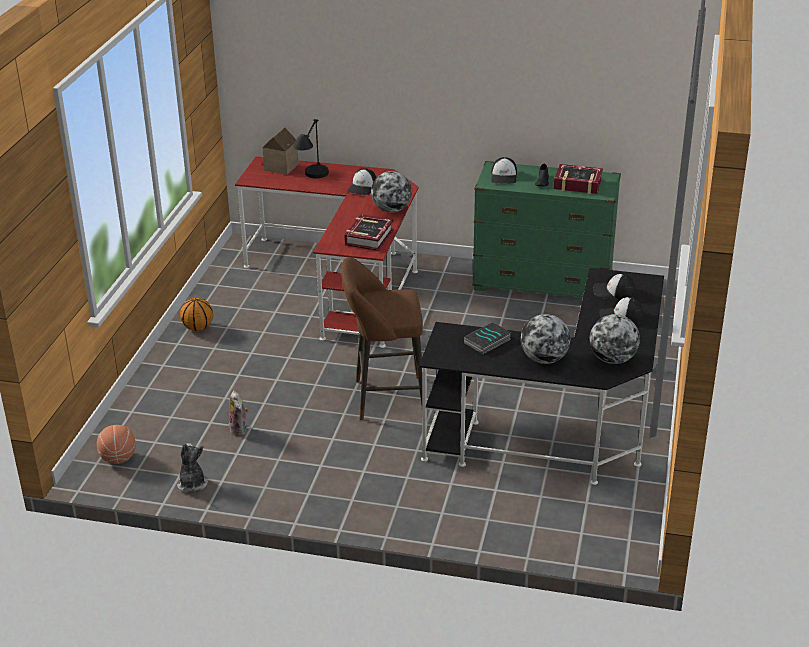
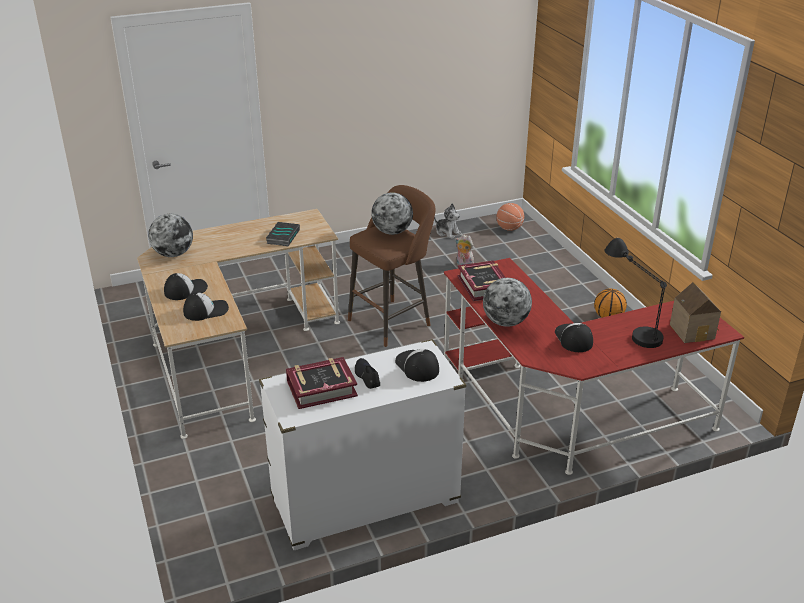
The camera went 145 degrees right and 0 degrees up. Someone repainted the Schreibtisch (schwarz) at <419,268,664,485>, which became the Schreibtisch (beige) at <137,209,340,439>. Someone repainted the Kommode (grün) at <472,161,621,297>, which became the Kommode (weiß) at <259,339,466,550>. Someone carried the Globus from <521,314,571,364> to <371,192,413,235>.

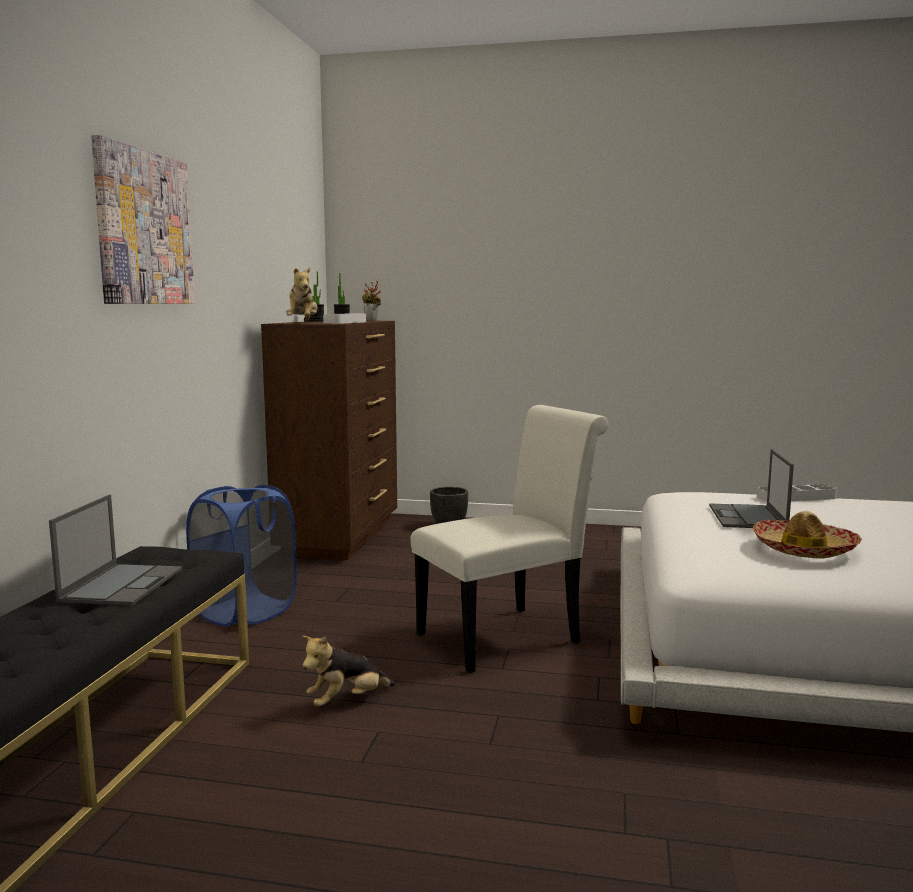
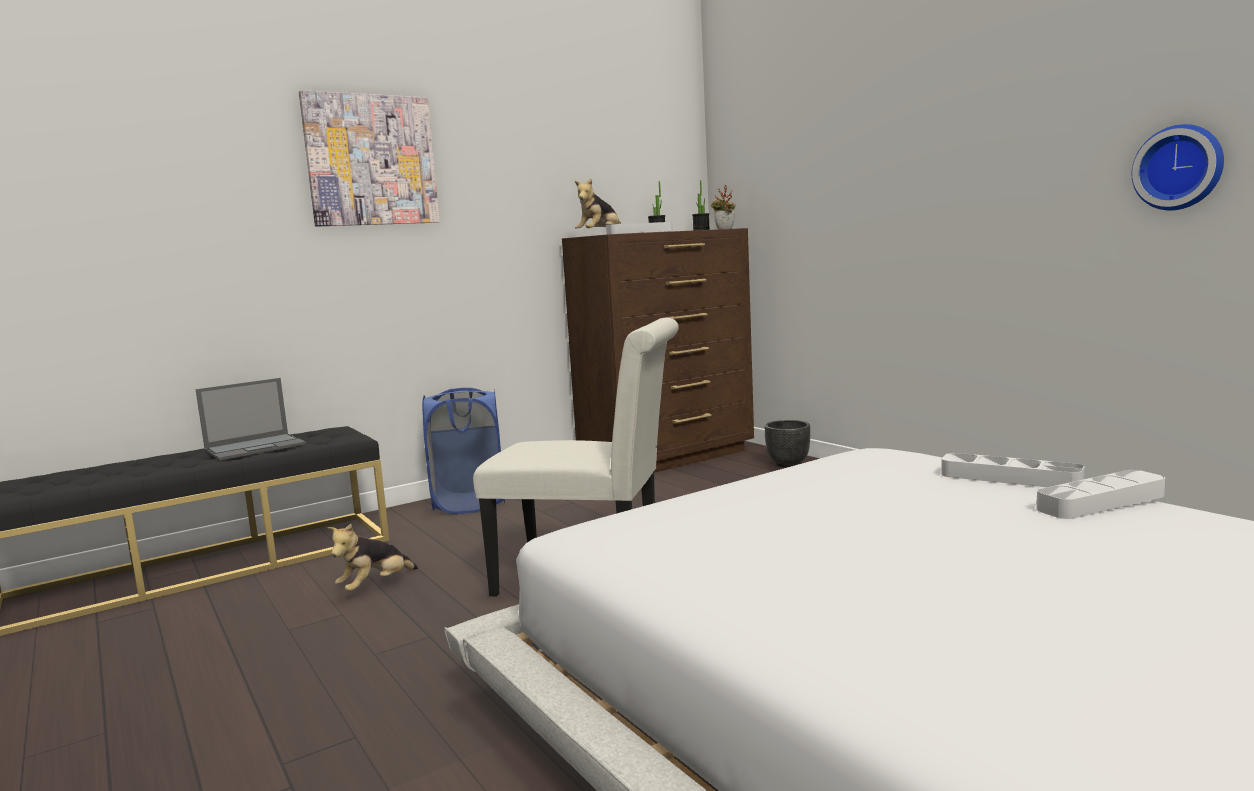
The camera went 45 degrees right and 0 degrees up. Someone rotated the Plüschtier at <302,636,395,707> by 60 degrees counterclockwise. Someone put down the Tablett (grau) at <1037,470,1165,519>. Someone put up the Wanduhr at <1132,124,1224,210>. Someone took away the Laptop at <709,449,794,528>. Someone took away the Hut at <753,511,862,559>.

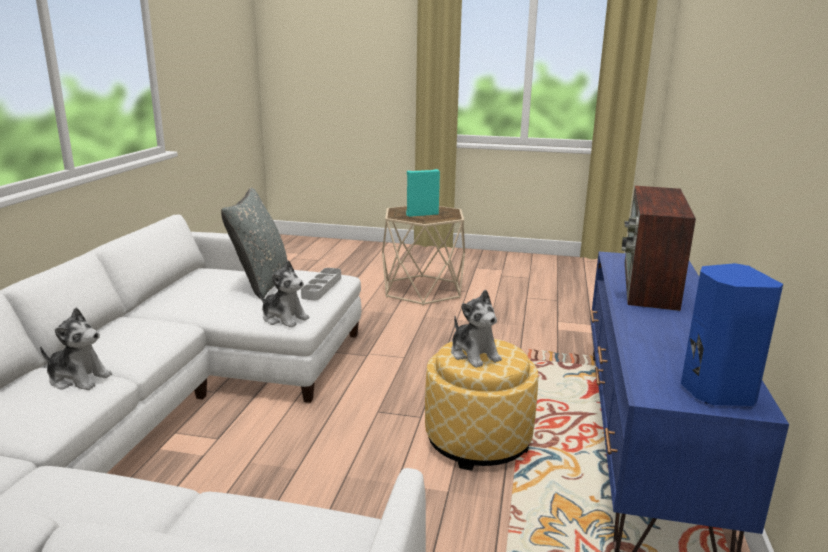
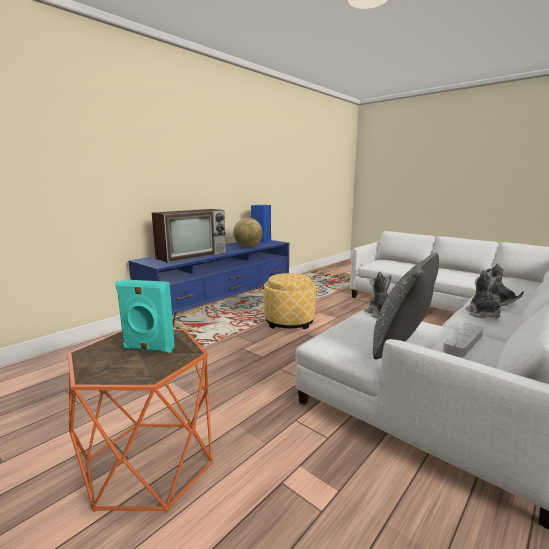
The camera went 150 degrees left and 5 degrees down. Someone repainted the Beistelltisch (beige) at <382,206,465,306>, which became the Beistelltisch (orange) at <67,329,213,512>. Someone put down the Globus at <233,218,263,247>. Someone carried the Tablett (grau) from <301,268,341,300> to <443,323,483,357>. Someone carried the Plüschtier from <451,290,502,368> to <465,270,501,318>.

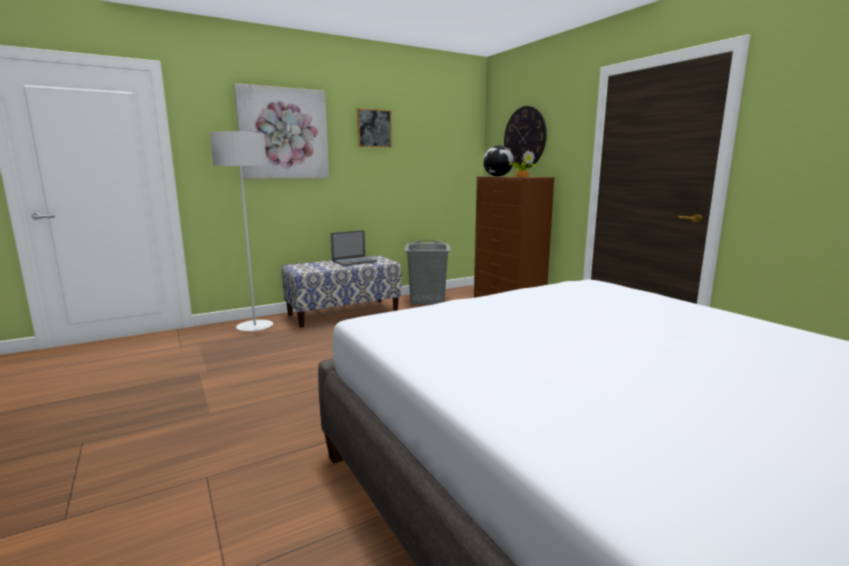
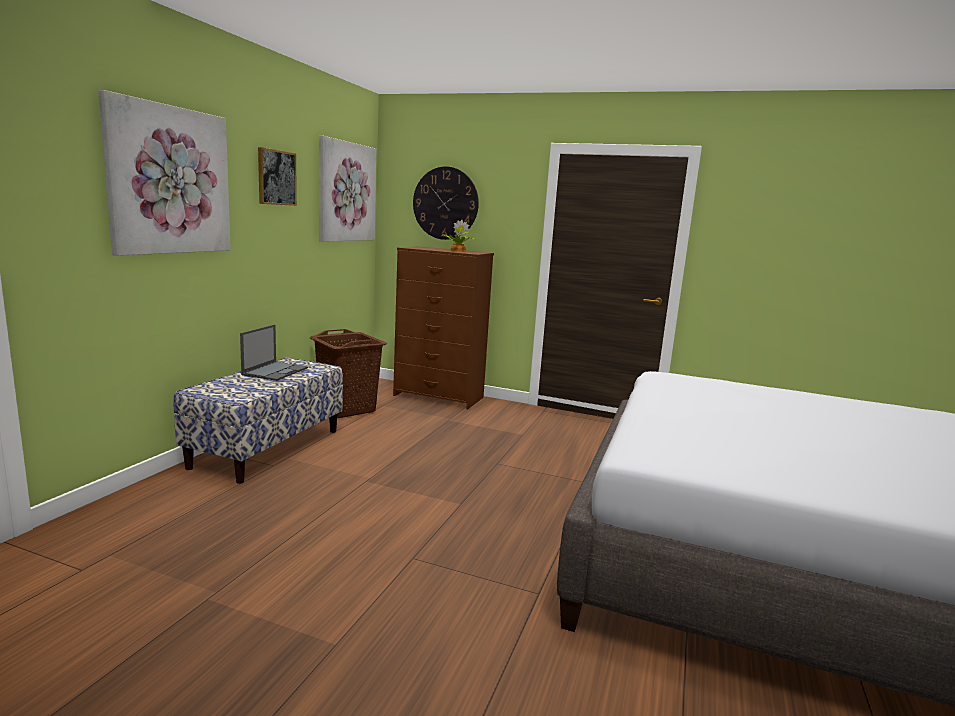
The camera went 40 degrees left and 0 degrees up. Someone repainted the Wäschekorb (grau) at <404,240,451,304>, which became the Wäschekorb (braun) at <310,329,387,418>. Someone put up the Bild at <319,136,376,242>. Someone took away the Stehlampe (grau) at <210,131,273,332>. Someone took away the Globus at <483,145,514,176>.

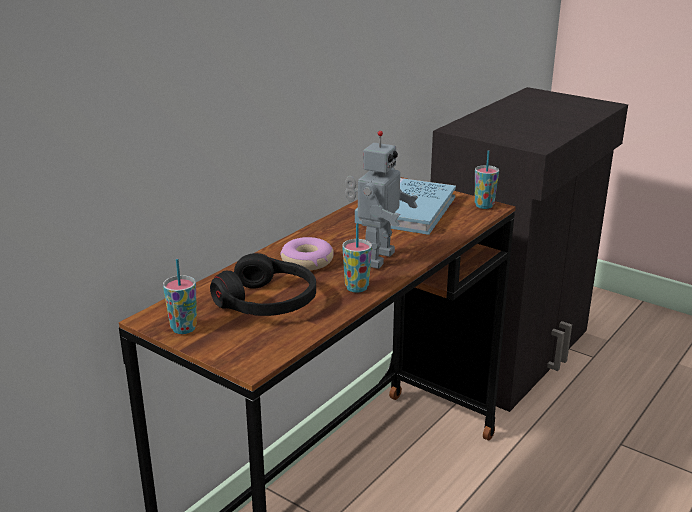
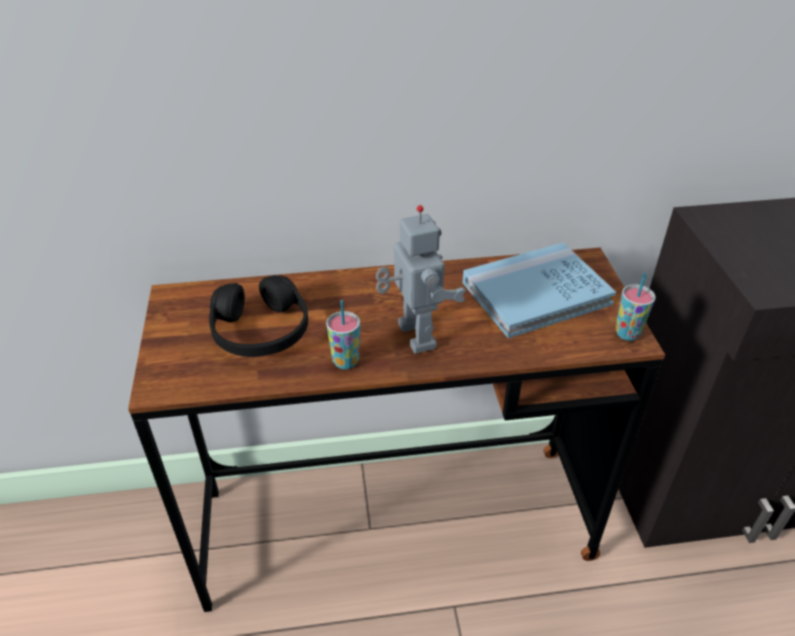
The camera went 45 degrees right and 15 degrees up. Someone rotated the Spielzeugroboter at <345,131,418,269> by 90 degrees counterclockwise. Someone took away the Tasse at <163,259,197,334>. Someone took away the Donut at <280,237,334,270>.

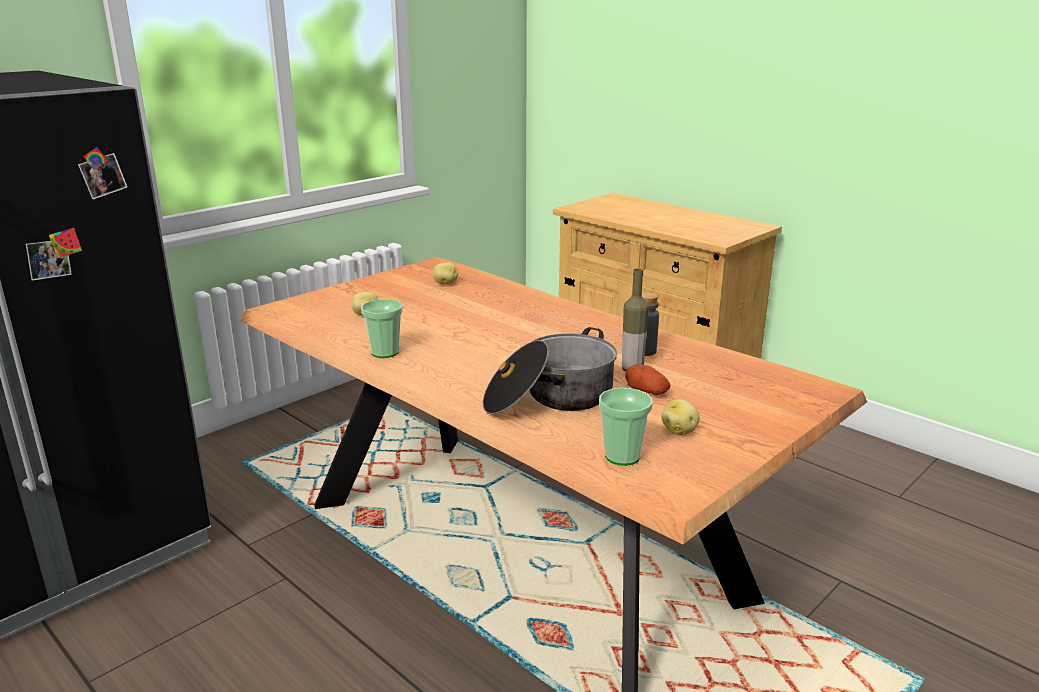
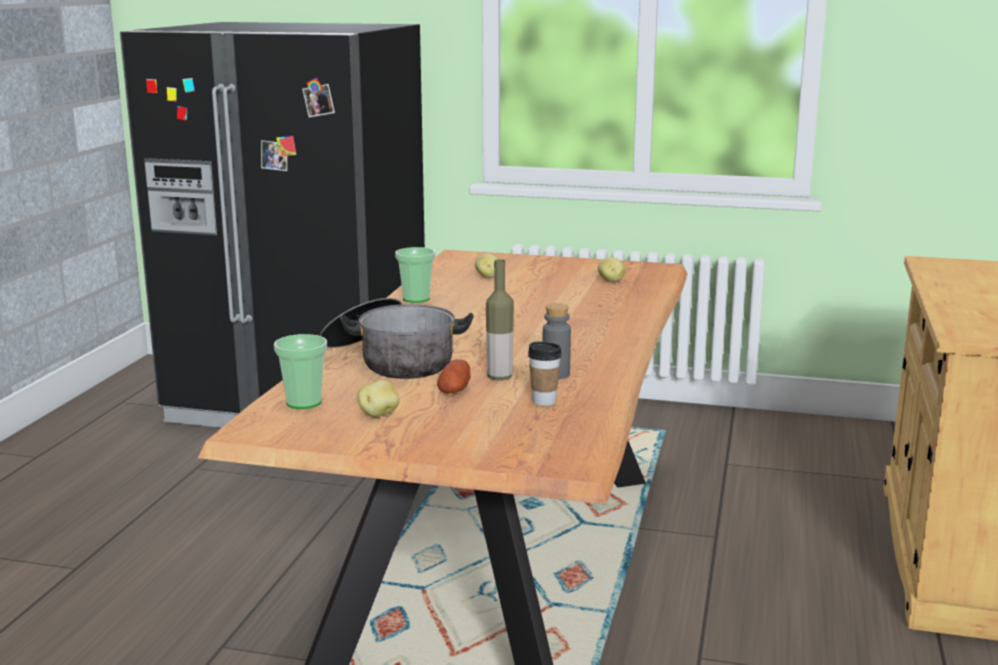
The camera went 60 degrees right and 5 degrees down. Someone put down the Tasse at <528,341,562,406>.

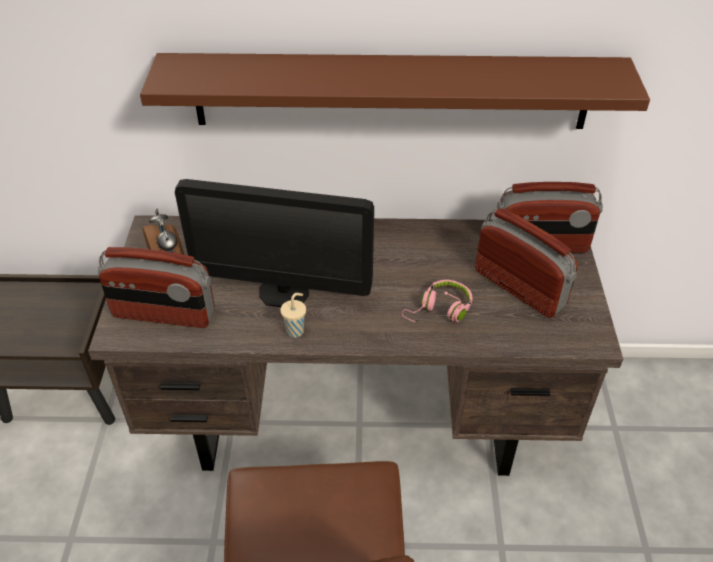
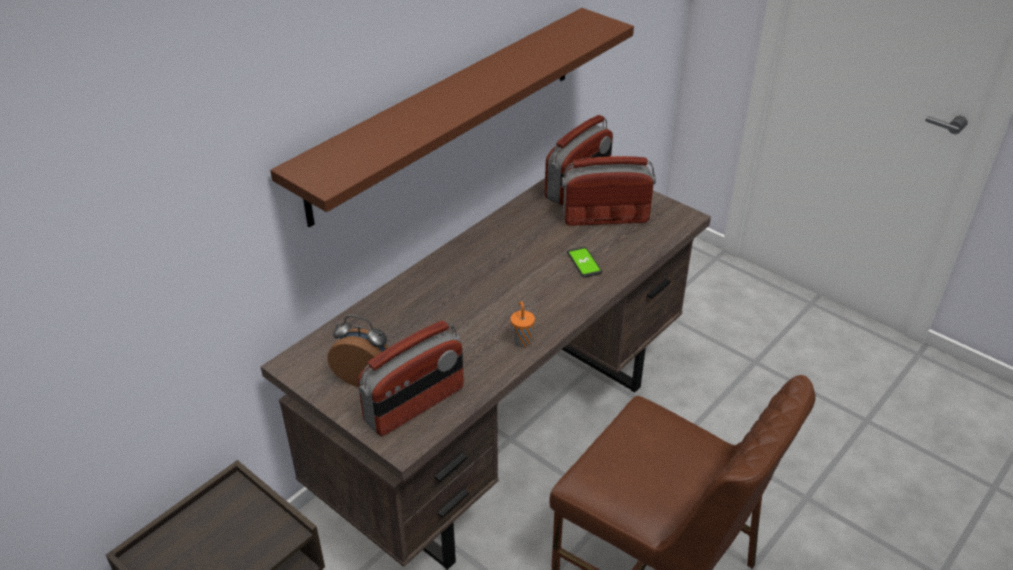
The camera went 50 degrees left and 5 degrees down. Someone repainted the Tasse (beige) at <280,293,306,338>, which became the Tasse (orange) at <510,301,535,347>. Someone swapped the Kopfhörer (rosa) at <402,280,472,322> for the Handy at <567,247,602,278>. Someone took away the Monitor at <175,179,374,307>.

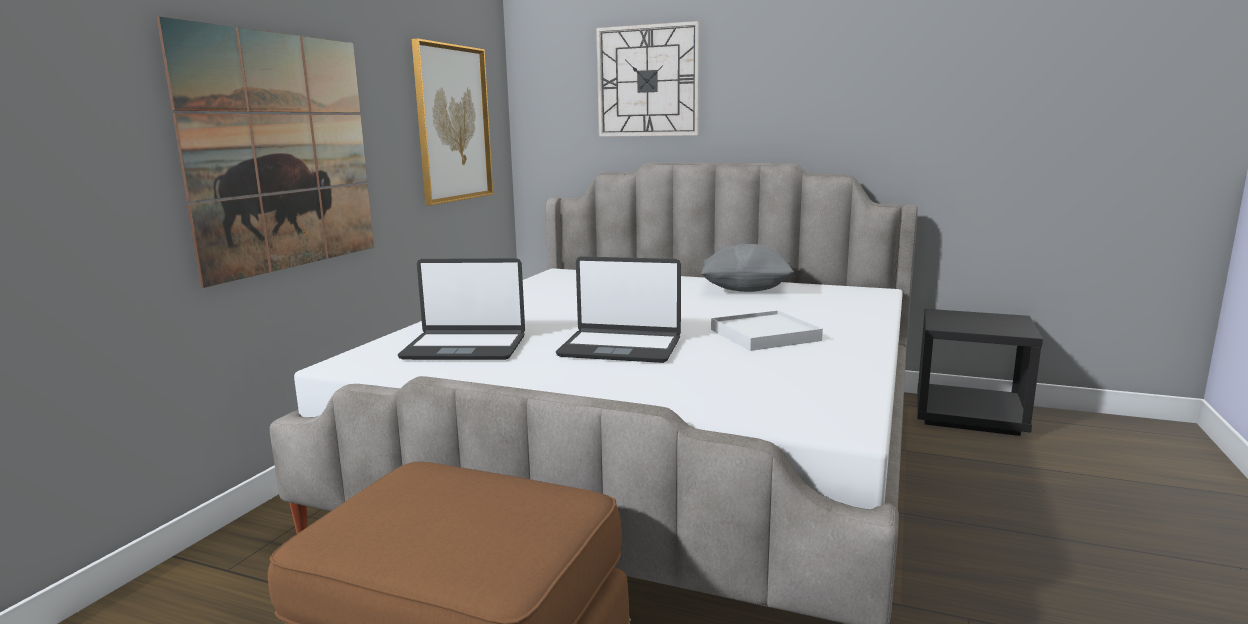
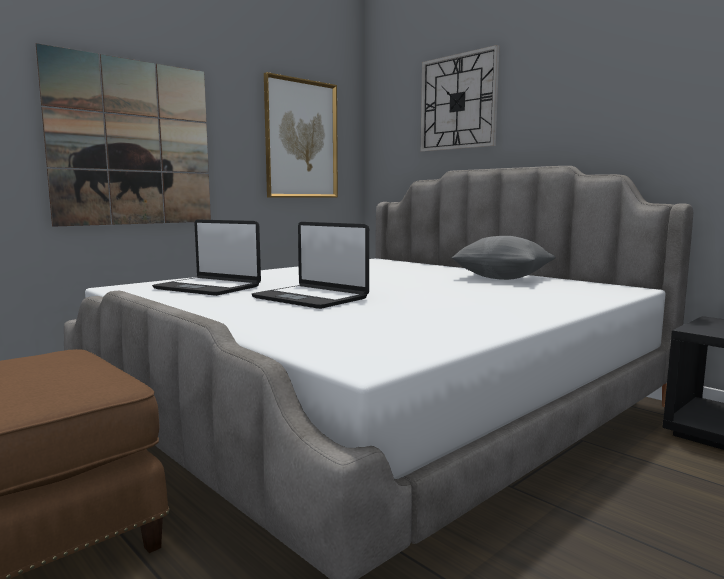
The camera went 25 degrees right and 5 degrees down. Someone took away the Tablett (weiß) at <711,310,823,351>.

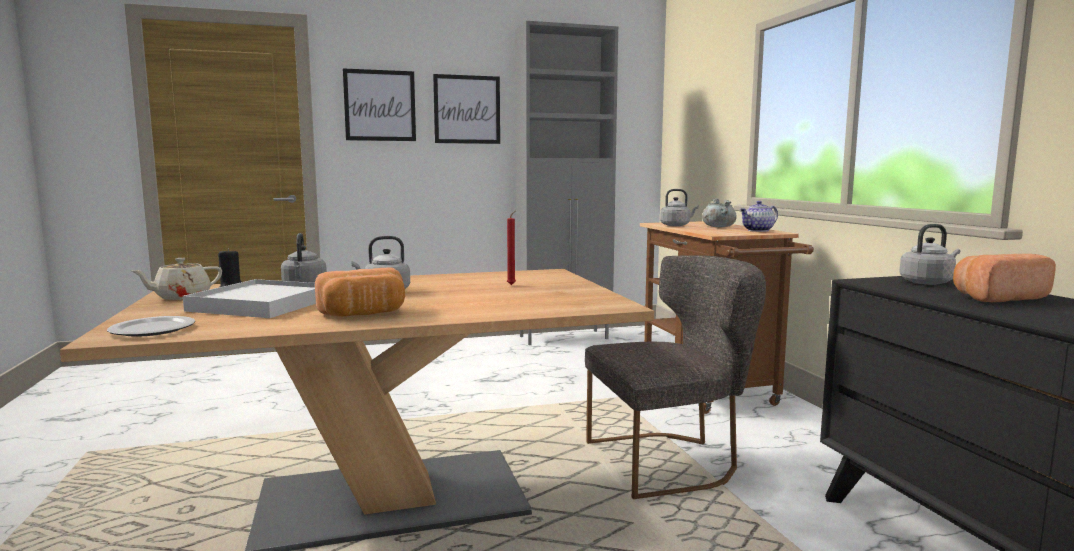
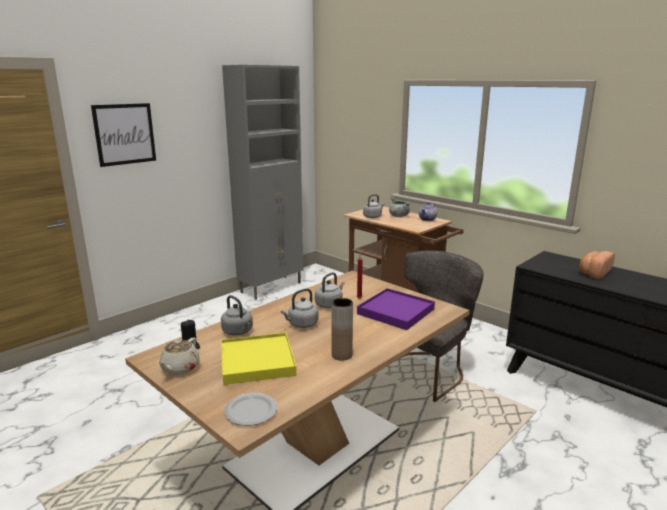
The camera went 30 degrees left and 10 degrees up. Someone repainted the Tablett (weiß) at <183,279,316,318>, which became the Tablett (gelb) at <221,333,297,385>. Someone carried the Wasserkessel (grau) from <899,224,960,285> to <315,272,345,308>. Someone swapped the Brot at <315,267,405,317> for the Vase (braun) at <331,298,353,361>. Someone put down the Tablett (lila) at <357,288,435,330>. Someone took away the Bild at <433,74,500,144>.

